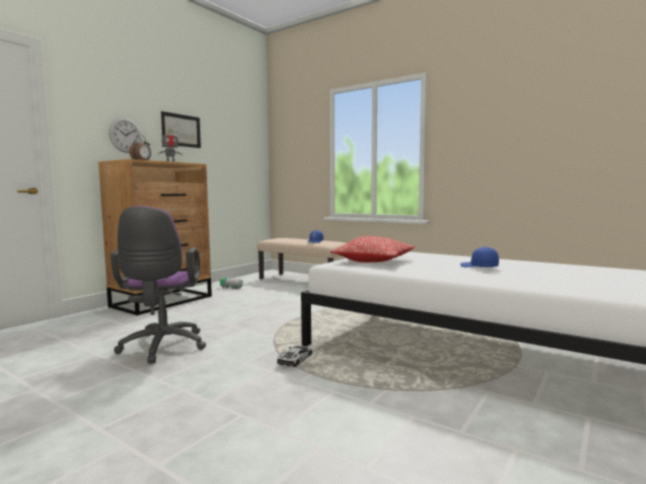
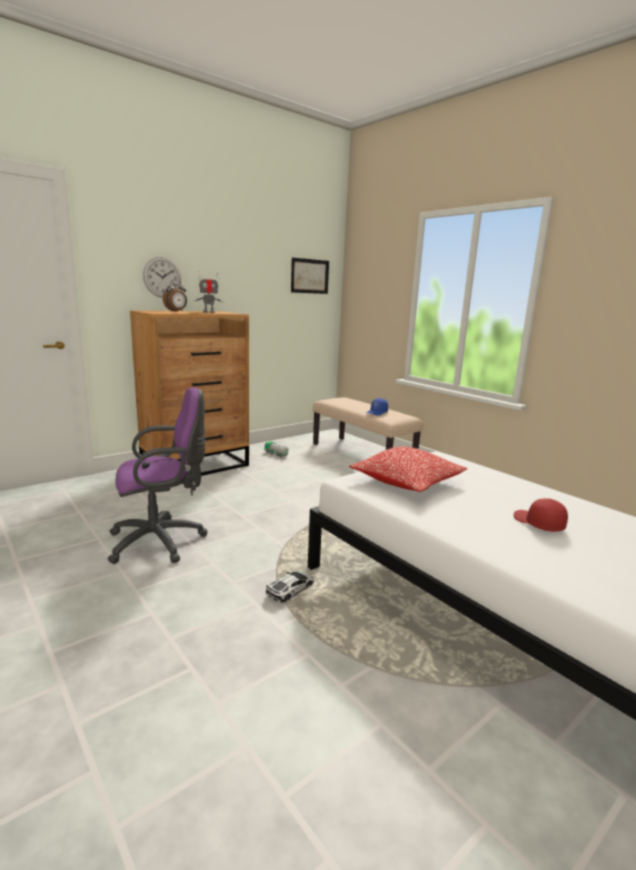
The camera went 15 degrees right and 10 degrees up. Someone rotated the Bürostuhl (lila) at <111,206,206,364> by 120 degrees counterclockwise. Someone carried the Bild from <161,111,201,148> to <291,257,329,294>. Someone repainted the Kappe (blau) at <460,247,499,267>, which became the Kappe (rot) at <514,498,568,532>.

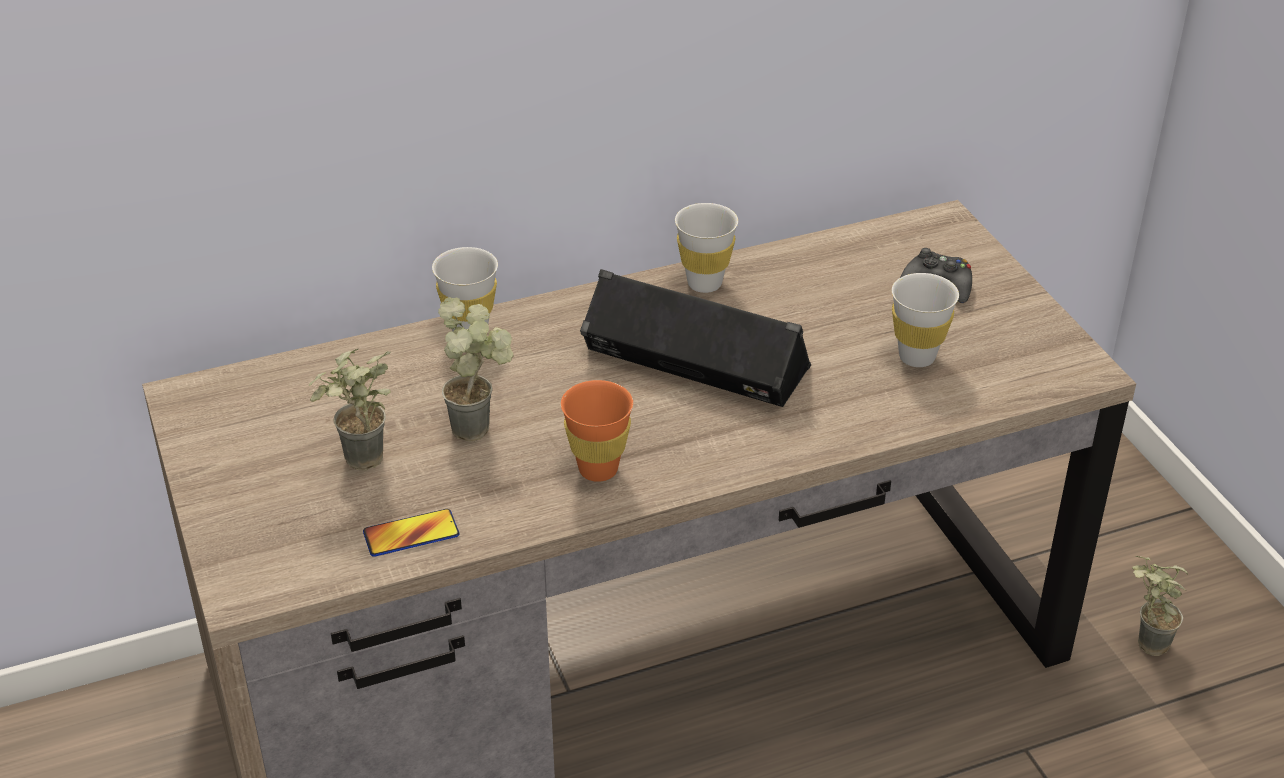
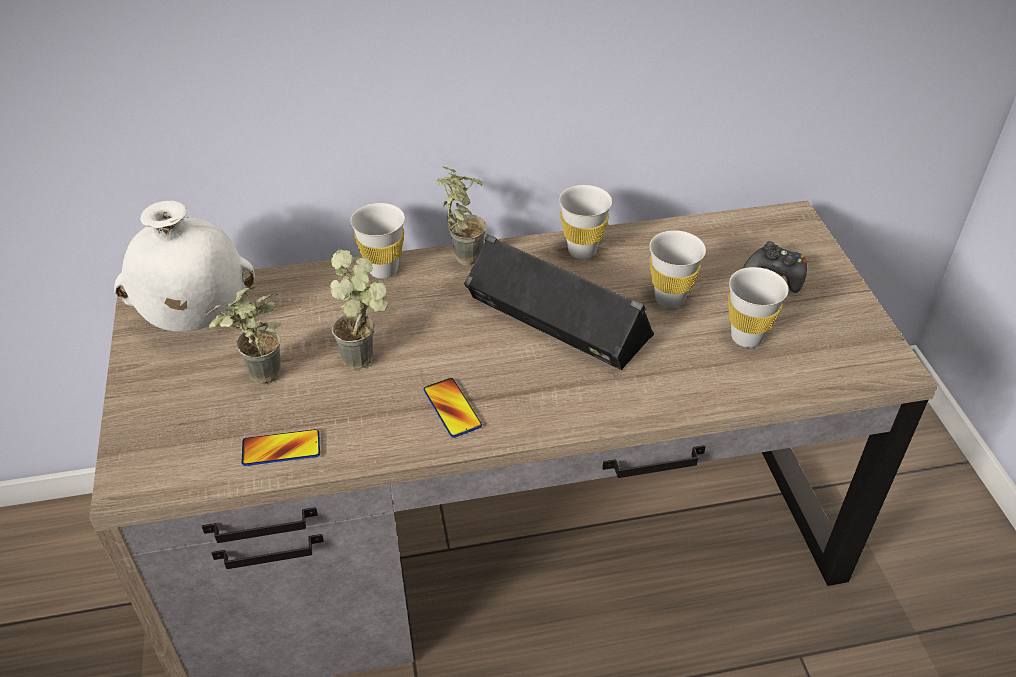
The camera went 10 degrees right and 5 degrees up. Someone put down the Vase (weiß) at <114,201,255,332>. Someone swapped the Tasse (orange) at <561,380,633,482> for the Handy at <423,378,482,438>. Someone carried the Topfpflanze from <1132,556,1188,656> to <436,166,487,266>. Someone put down the Tasse (weiß) at <650,230,706,308>.

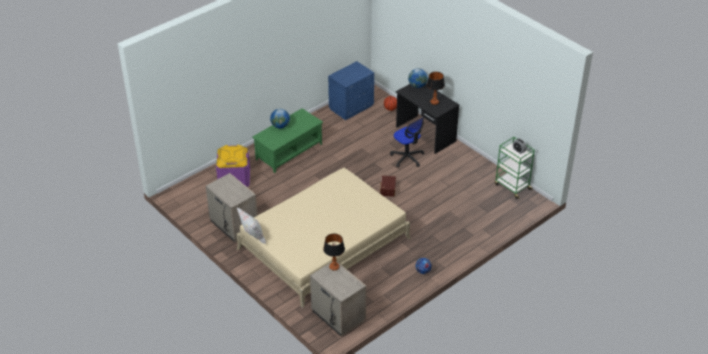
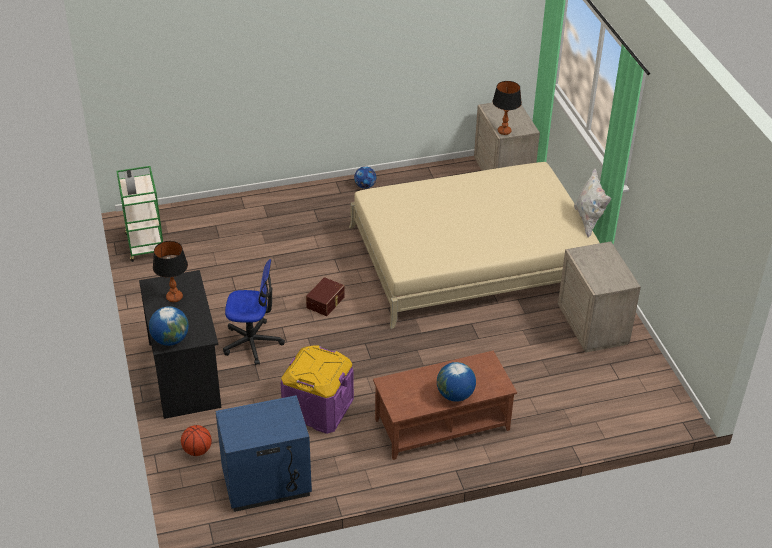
The camera went 155 degrees left and 0 degrees up. Someone rotated the Bürostuhl at <390,117,424,167> by 105 degrees clockwise. Someone carried the Aufbewahrungsbox (lila) from <216,145,250,187> to <280,345,354,434>. Someone repainted the Couchtisch (grün) at <252,108,323,173>, which became the Couchtisch (braun) at <373,351,517,460>.

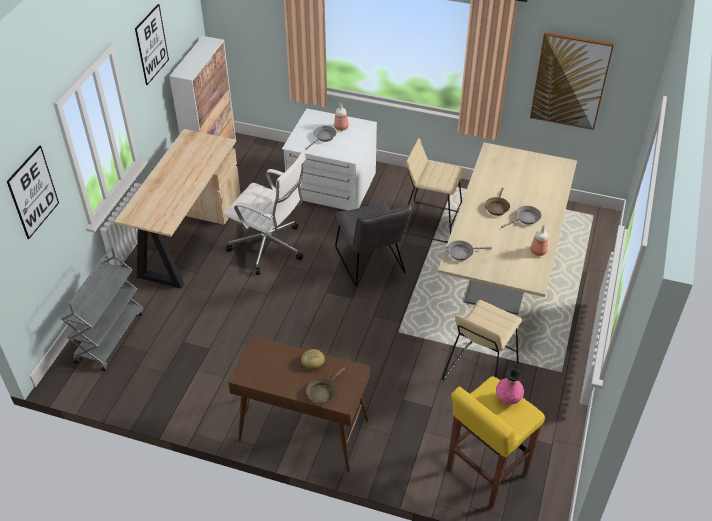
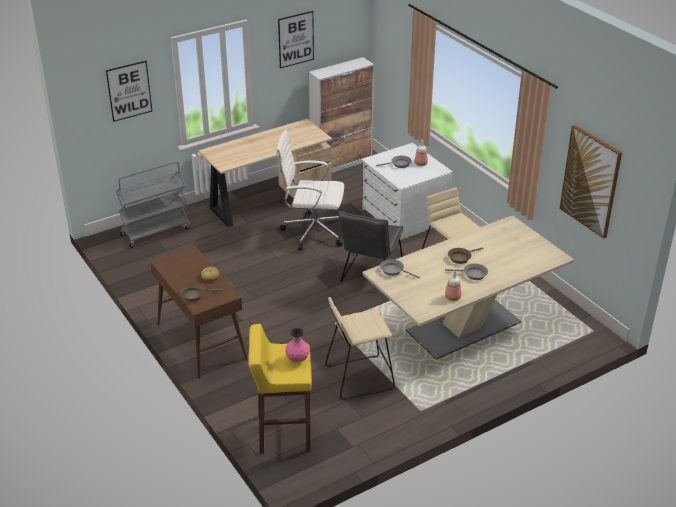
The camera went 40 degrees right and 10 degrees down. Someone rotated the Bürostuhl (weiß) at <223,152,306,275> by 120 degrees clockwise.

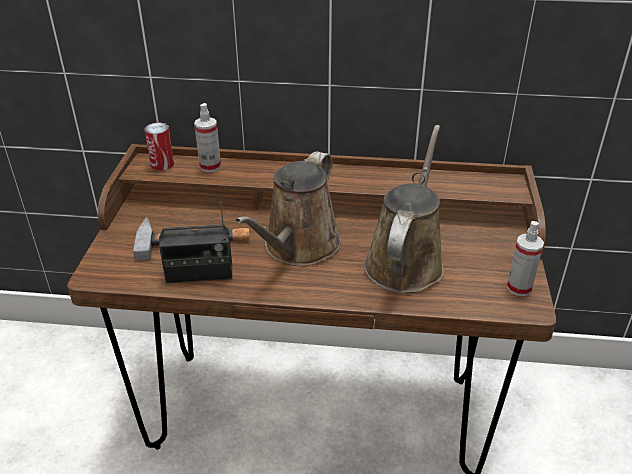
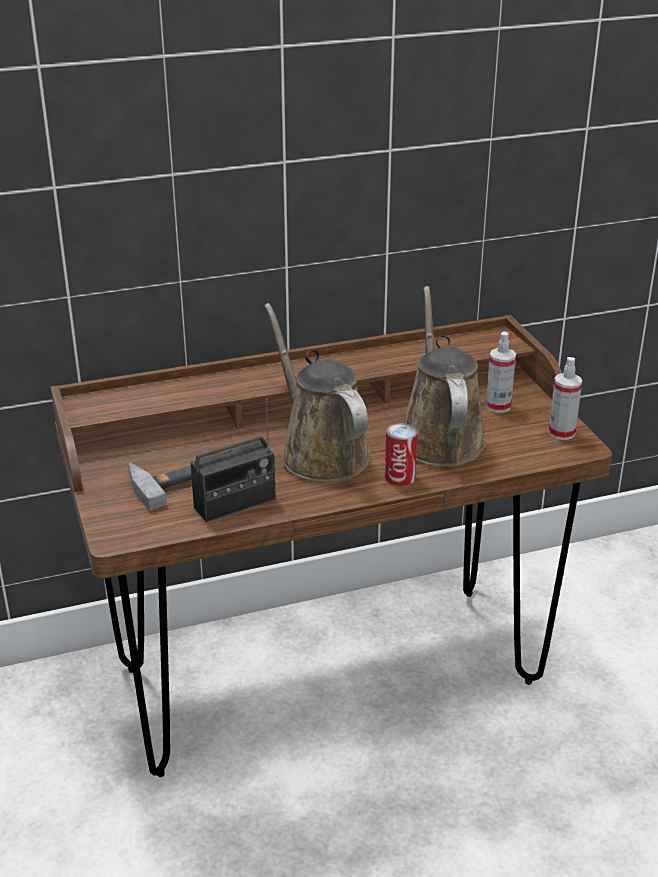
The camera went 25 degrees left and 5 degrees down. Someone rotated the Gießkanne (braun) at <235,151,341,266> by 150 degrees clockwise. Someone carried the Dose from <144,123,174,171> to <385,423,418,486>. Someone carried the Sprühflasche from <194,103,221,172> to <486,332,516,413>.

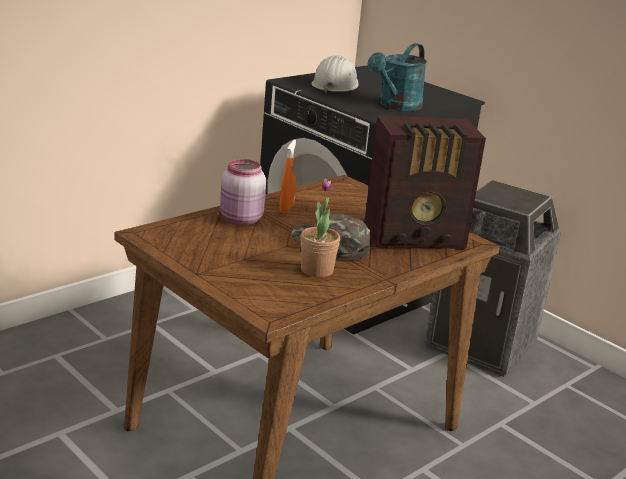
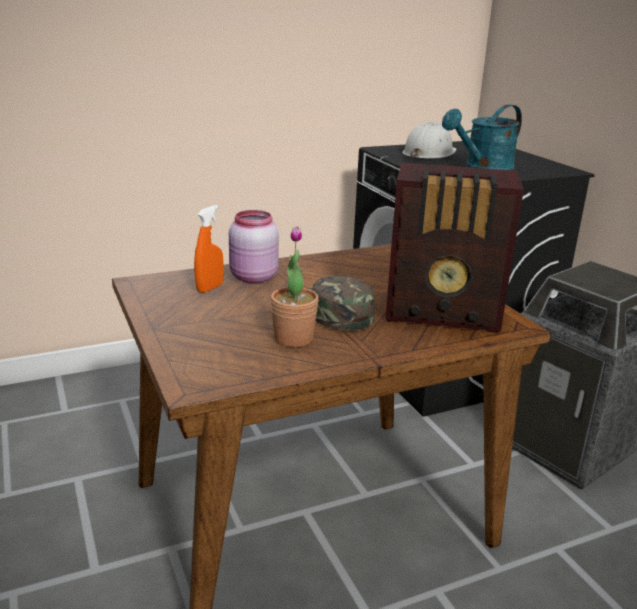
The camera went 20 degrees right and 0 degrees up. Someone carried the Sprühflasche (orange) from <279,140,297,213> to <194,205,224,293>.

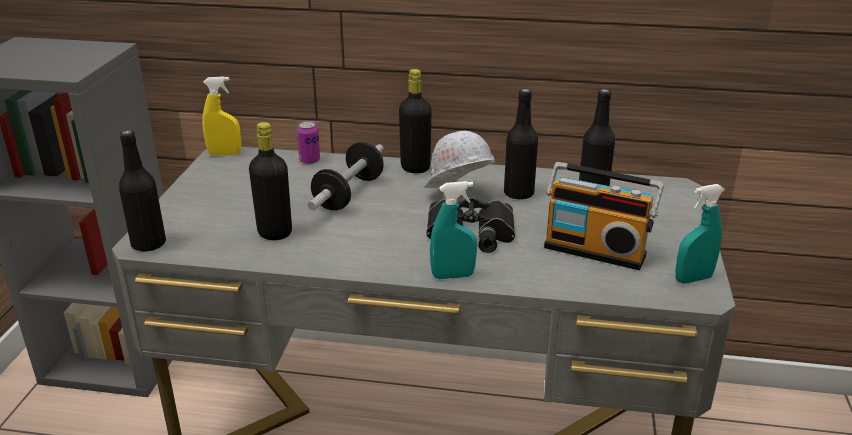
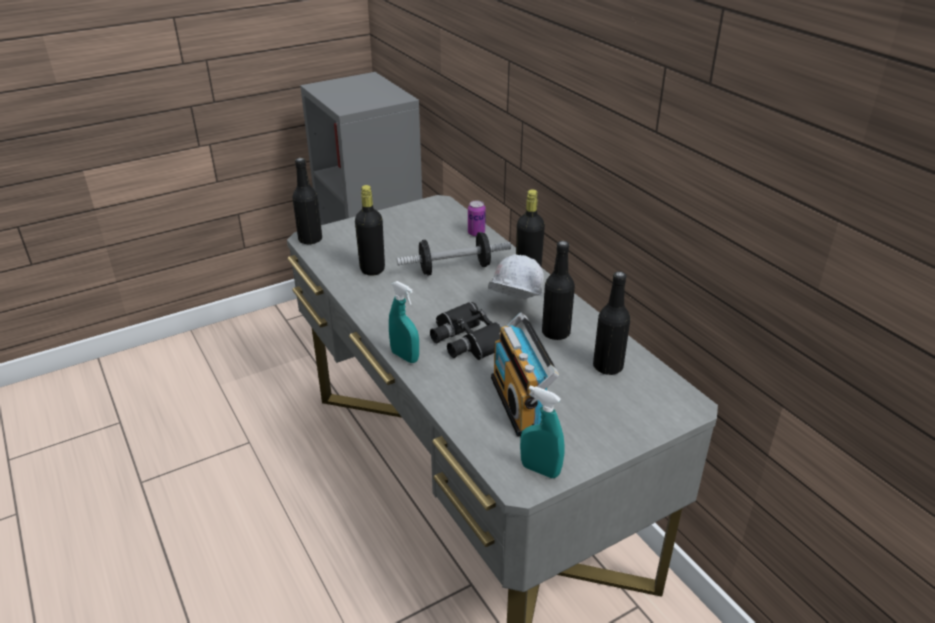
The camera went 50 degrees right and 5 degrees up. Someone took away the Sprühflasche (gelb) at <202,76,241,155>.

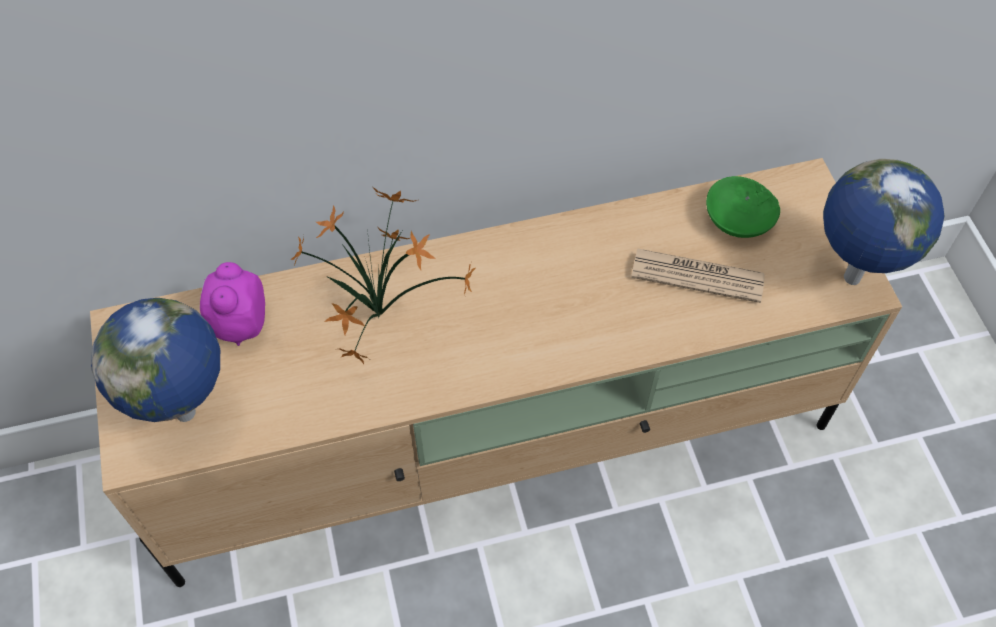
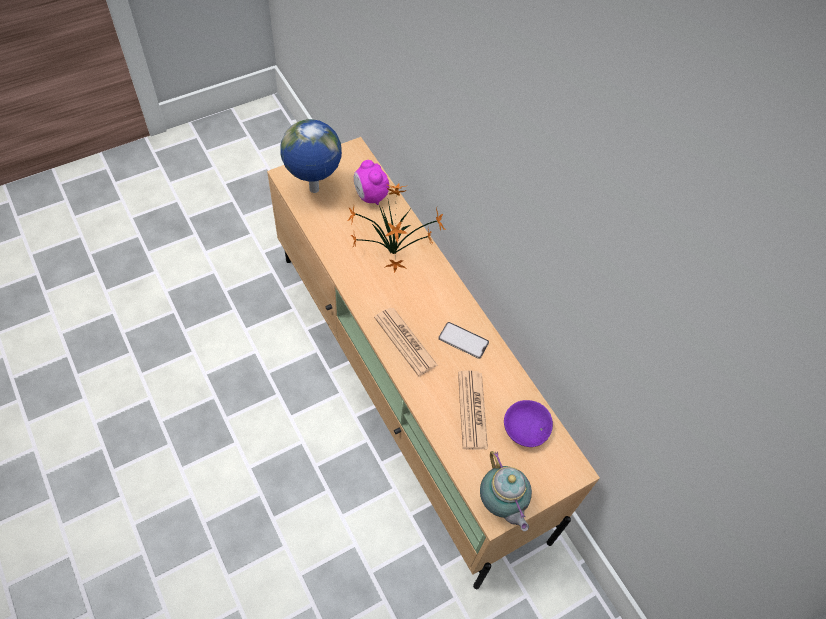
The camera went 70 degrees right and 0 degrees up. Someone rotated the Wecker at <200,262,265,346> by 105 degrees counterclockwise. Someone put down the Zeitung at <374,308,438,376>. Someone put down the Handy at <438,322,489,359>. Someone swapped the Globus at <823,159,944,285> for the Teekanne at <480,451,532,531>. Someone repainted the Schüssel (grün) at <706,176,780,238>, which became the Schüssel (lila) at <504,400,553,447>.

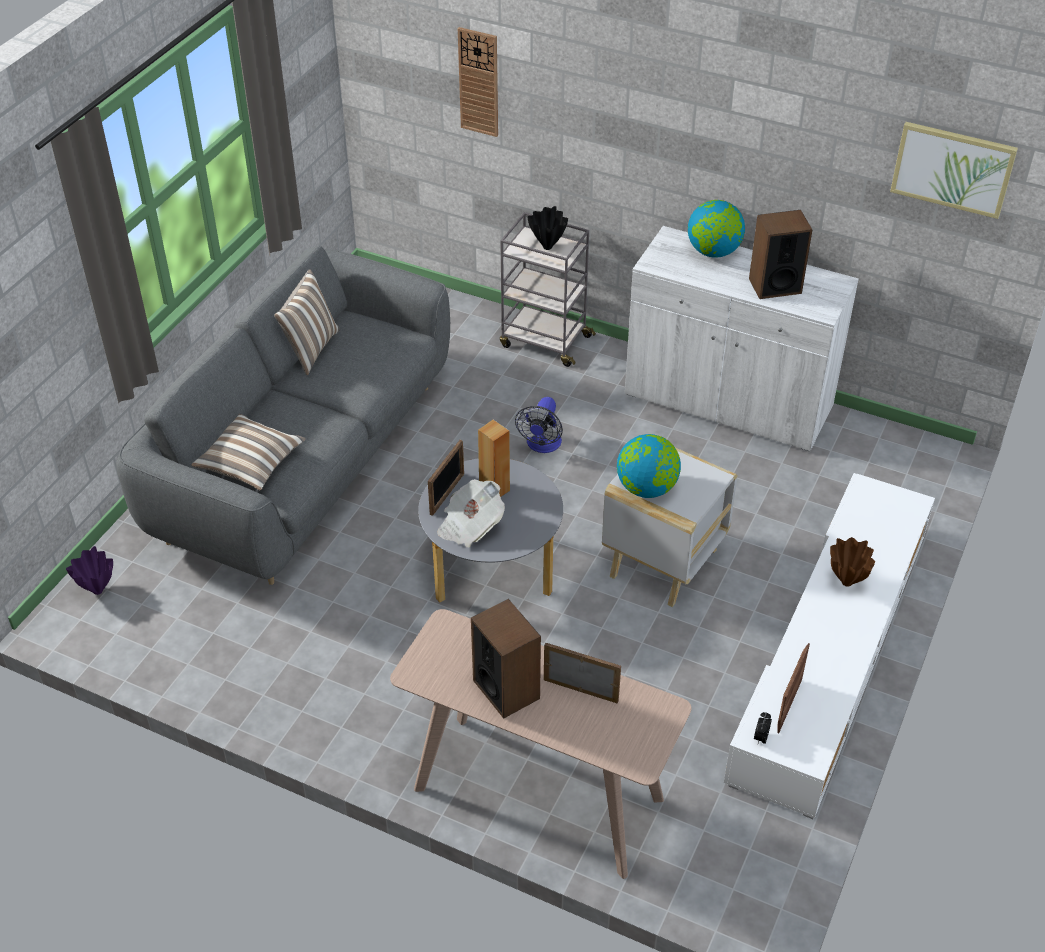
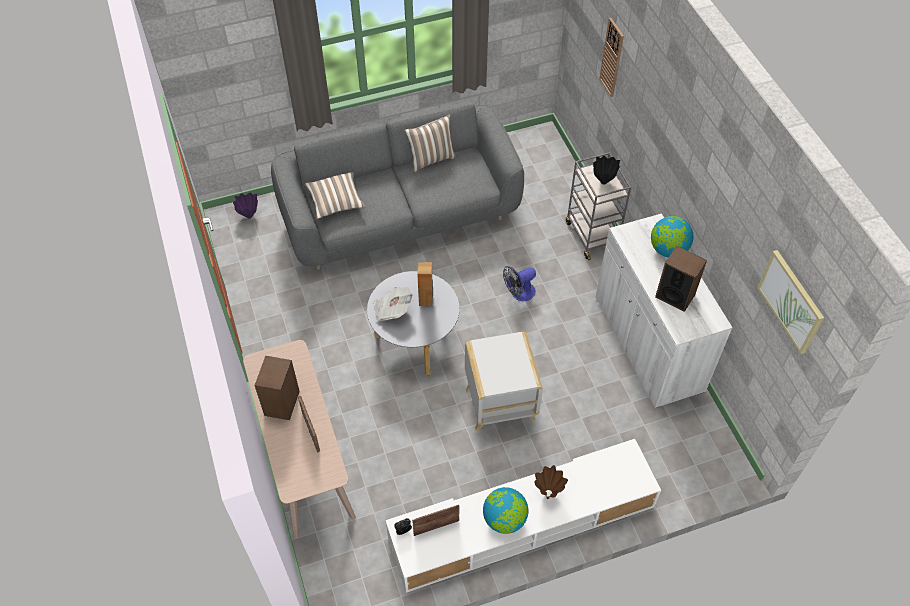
The camera went 45 degrees right and 10 degrees up. Someone carried the Globus from <617,434,681,498> to <483,487,528,534>. Someone took away the Bilderrahmen at <428,440,464,516>.

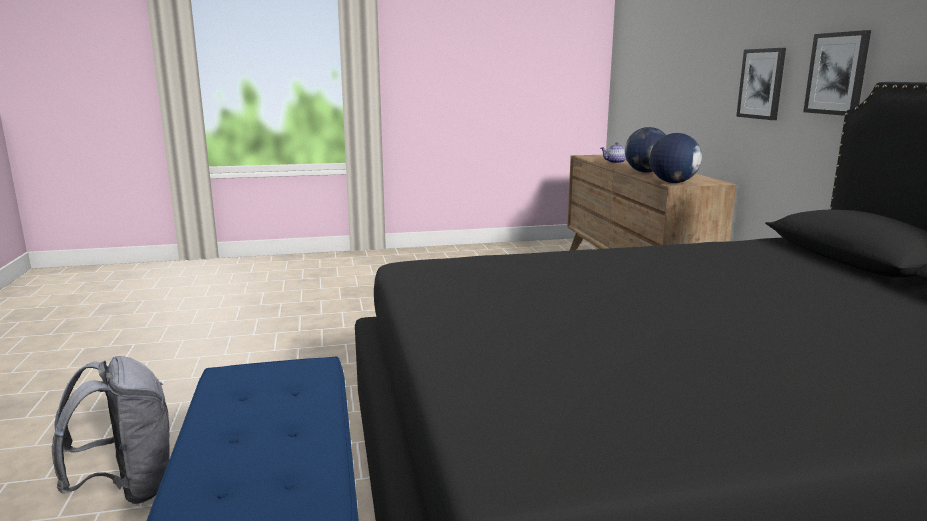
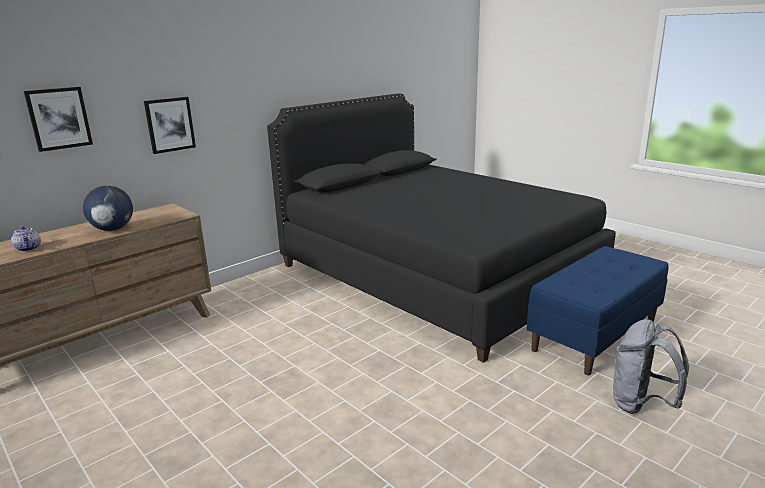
The camera went 120 degrees left and 5 degrees up. Someone carried the Bild from <803,30,871,116> to <24,87,93,152>. Someone took away the Globus at <650,133,702,183>.

